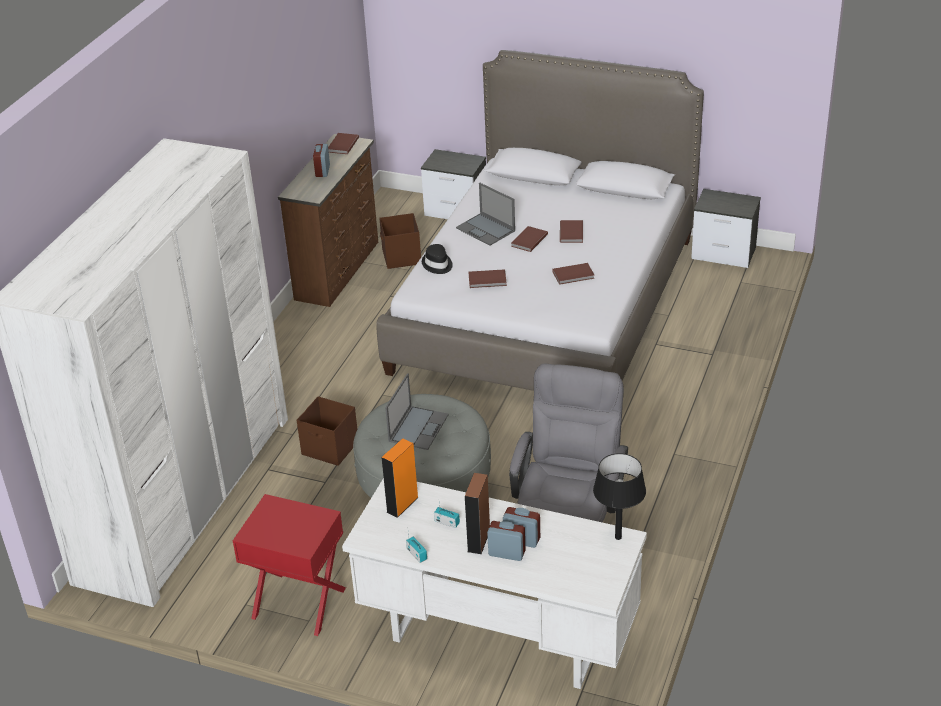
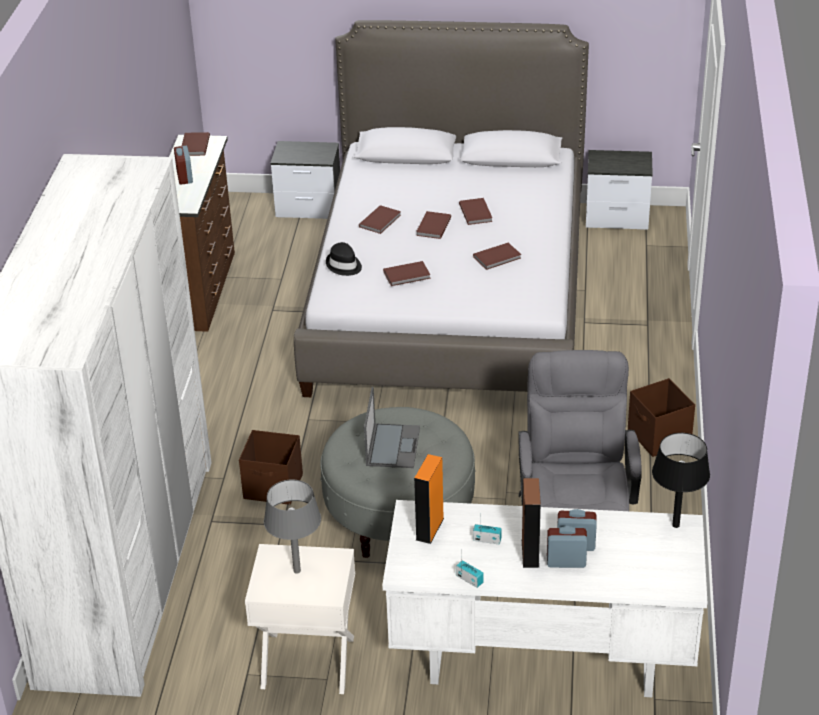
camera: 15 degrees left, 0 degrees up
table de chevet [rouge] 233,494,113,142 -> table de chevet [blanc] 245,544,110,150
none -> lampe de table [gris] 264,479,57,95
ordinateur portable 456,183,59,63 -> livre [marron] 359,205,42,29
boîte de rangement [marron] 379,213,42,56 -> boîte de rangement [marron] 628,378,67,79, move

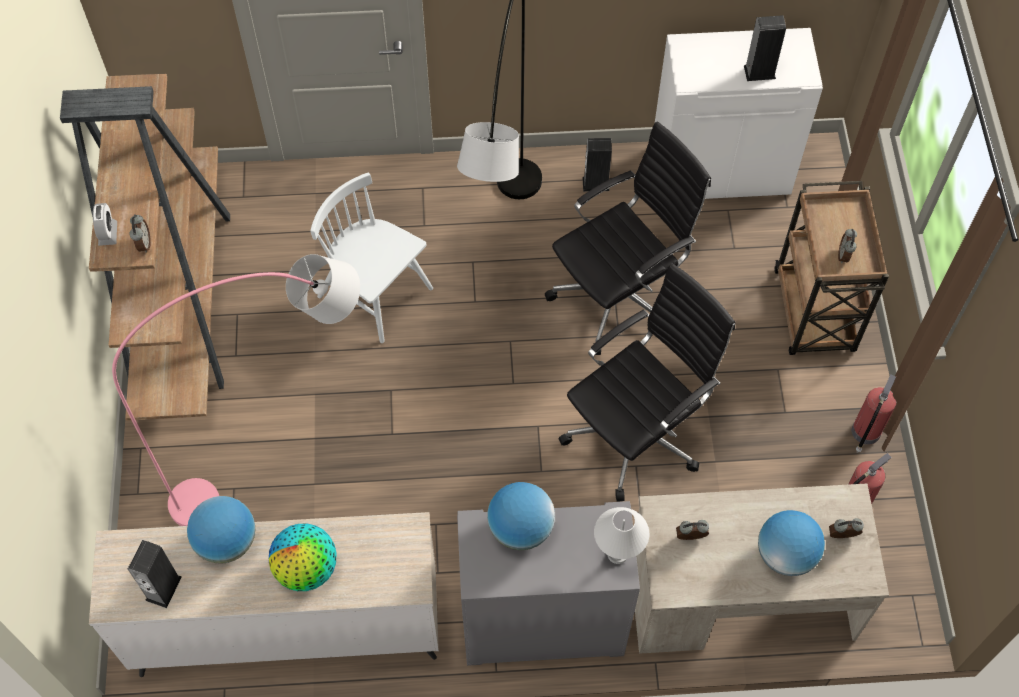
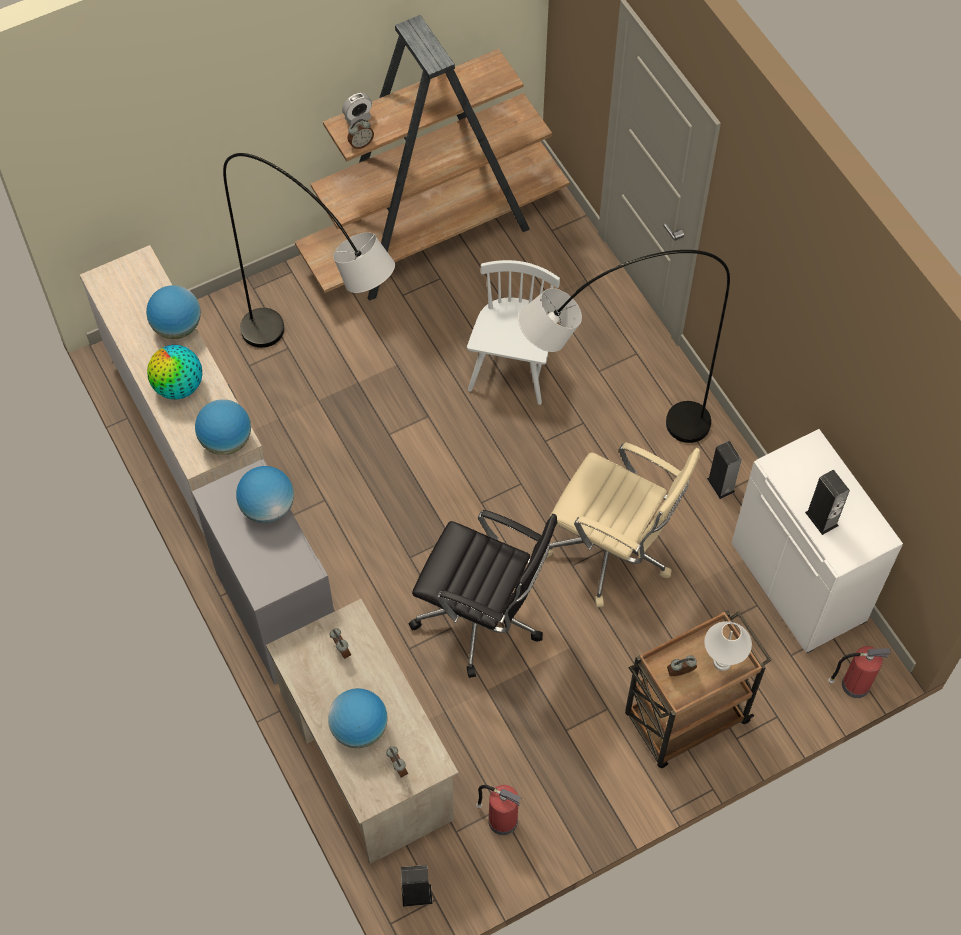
camera: 65 degrees right, 0 degrees up
none -> globe 195,399,56,56
lampadaire [rose] 112,254,248,272 -> lampadaire [gris] 223,153,172,195
enceinte 128,540,54,68 -> enceinte 401,865,32,42, move
chaise de bureau [noir] 545,121,166,234 -> chaise de bureau [beige] 547,442,153,165
lampe de table [blanc] 594,507,55,57 -> lampe de table [blanc] 704,621,48,50, move
extincteur 852,374,44,79 -> extincteur 828,646,62,52, move

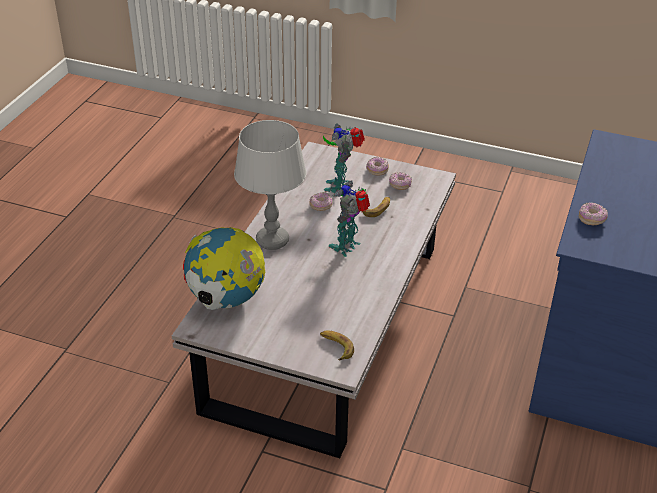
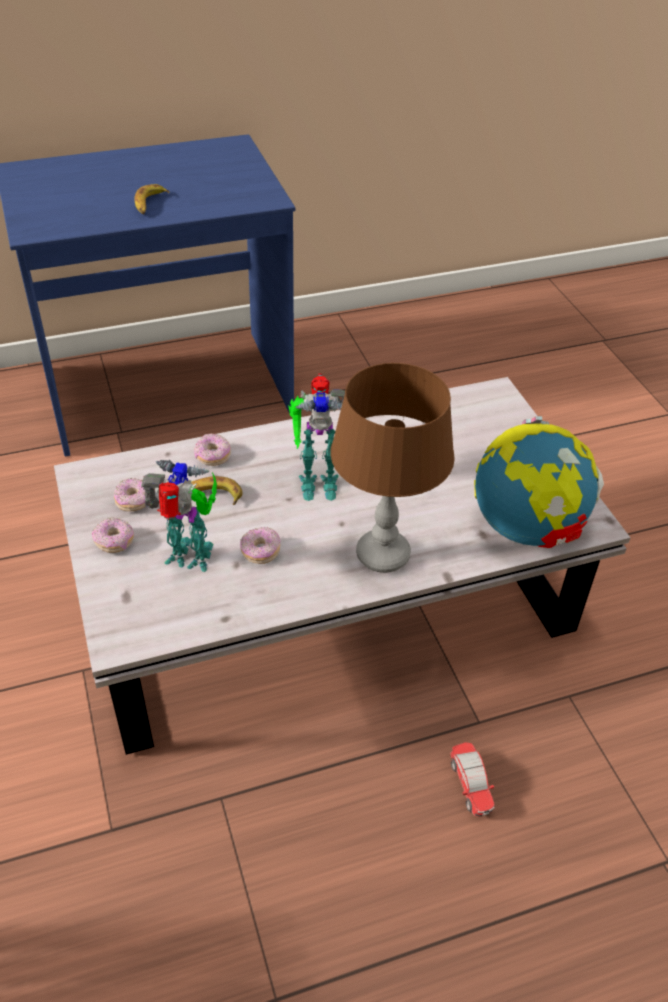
camera: 130 degrees left, 5 degrees up
banane 320,331,34,29 -> banane 134,184,35,31, move
robot jouet 323,123,42,72 -> robot jouet 141,459,76,113, 135 degrees counterclockwise
beignet 579,202,29,23 -> beignet 194,433,37,33, move
lampe de table [gris] 234,120,72,130 -> lampe de table [marron] 330,363,125,210
none -> petite voiture 450,742,44,75

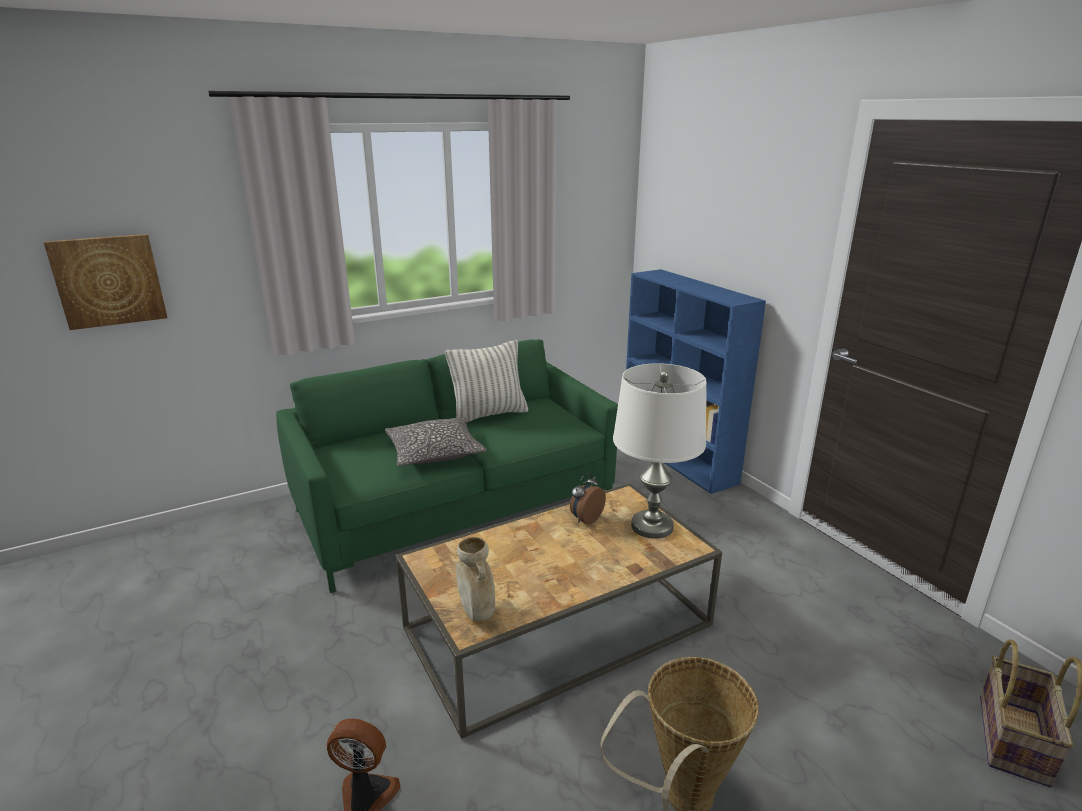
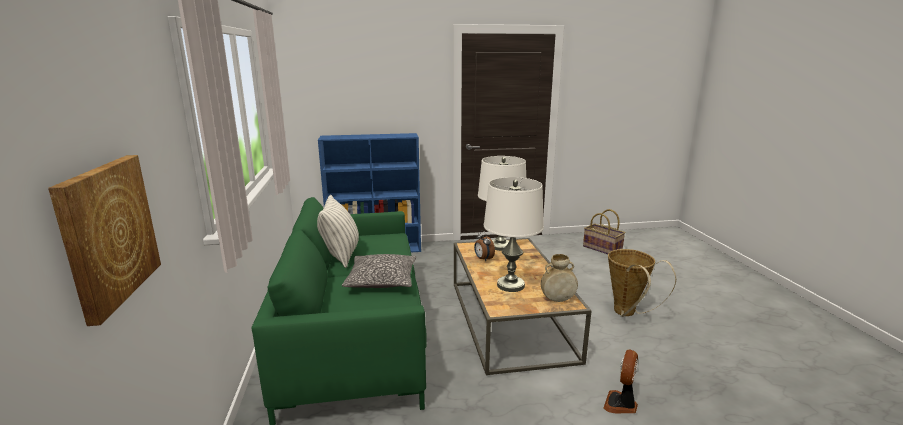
camera: 70 degrees left, 5 degrees down
none -> lampe de table [blanc] 484,177,60,115

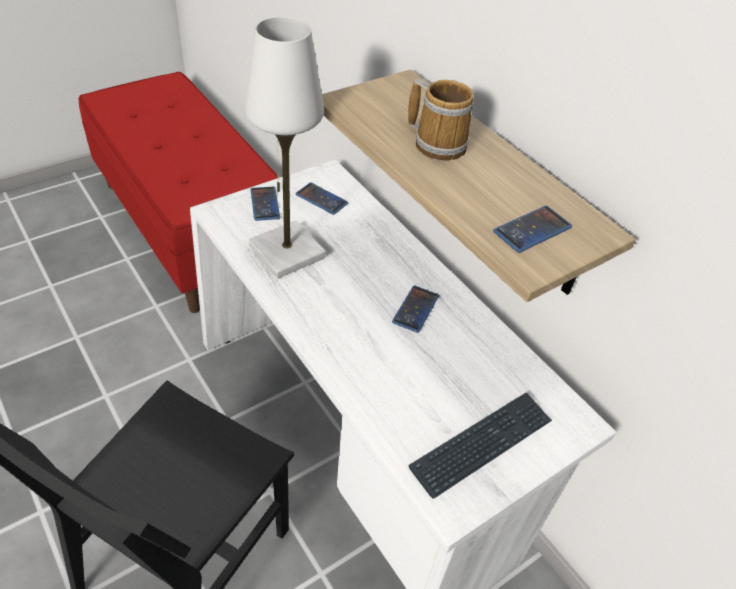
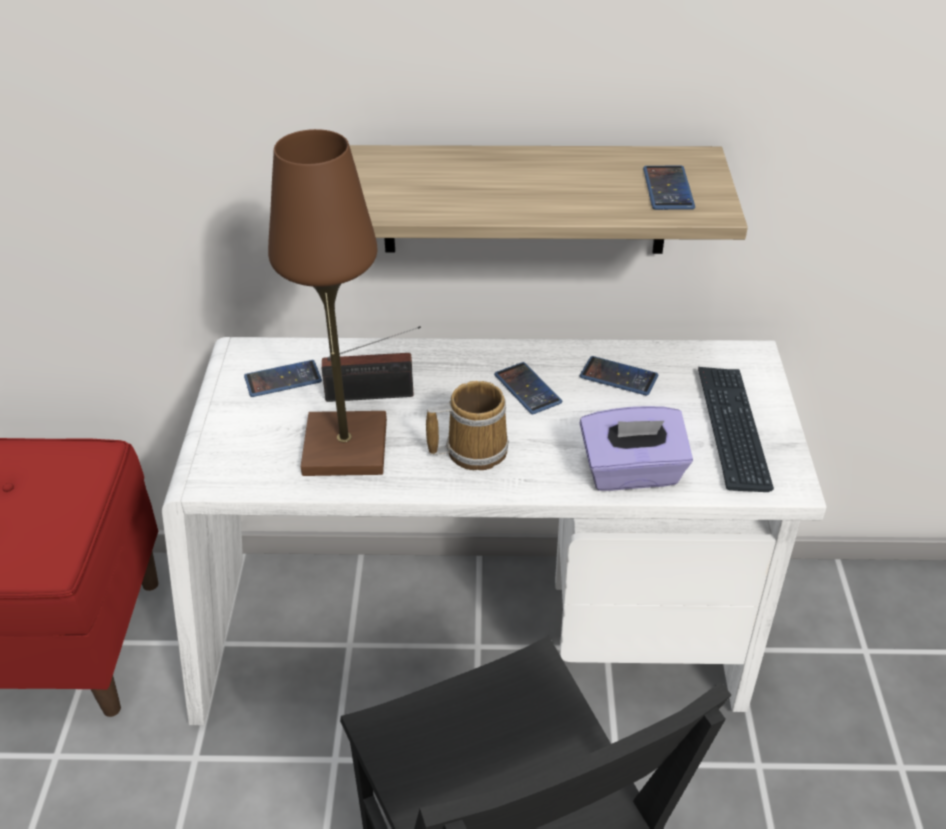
camera: 50 degrees left, 5 degrees down
lampe de table [blanc] 245,17,81,262 -> lampe de table [marron] 268,129,119,347
none -> radio 322,326,99,76
mug 408,79,66,82 -> mug 426,381,83,89, move
téléphone 250,187,30,34 -> téléphone 580,356,78,40, move
none -> boîte à mouchoirs [violet] 580,406,113,85

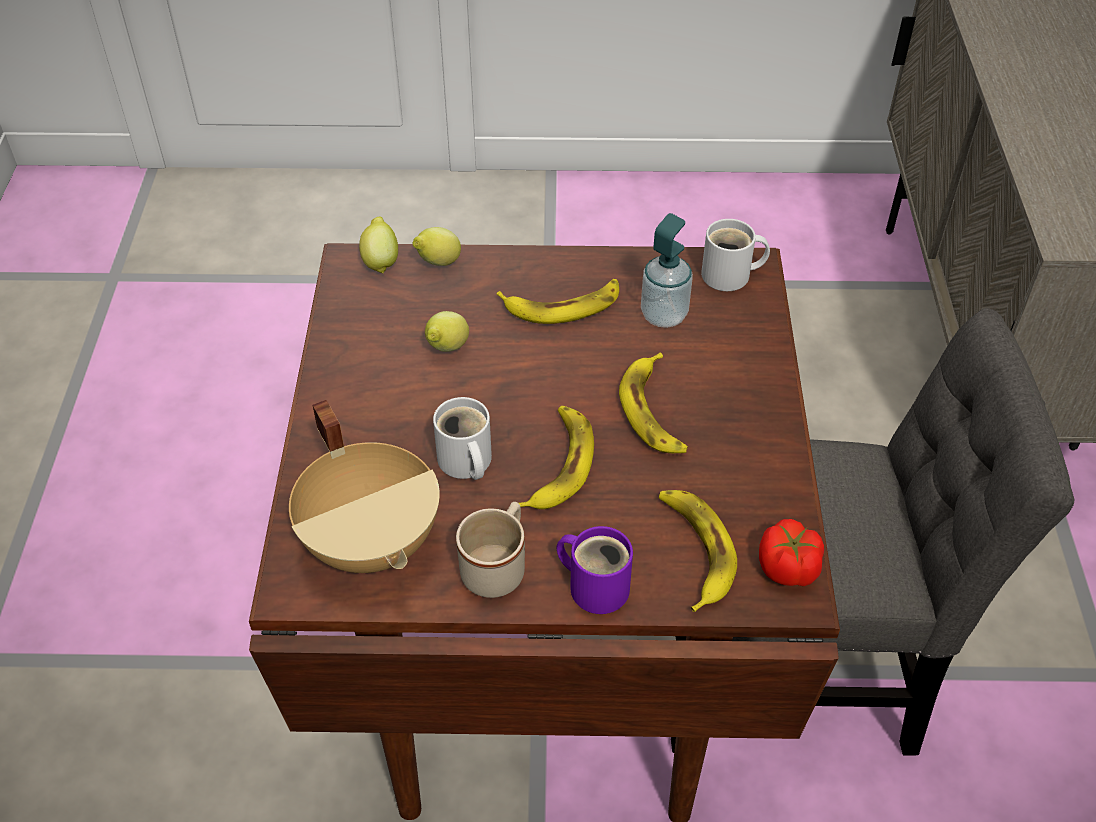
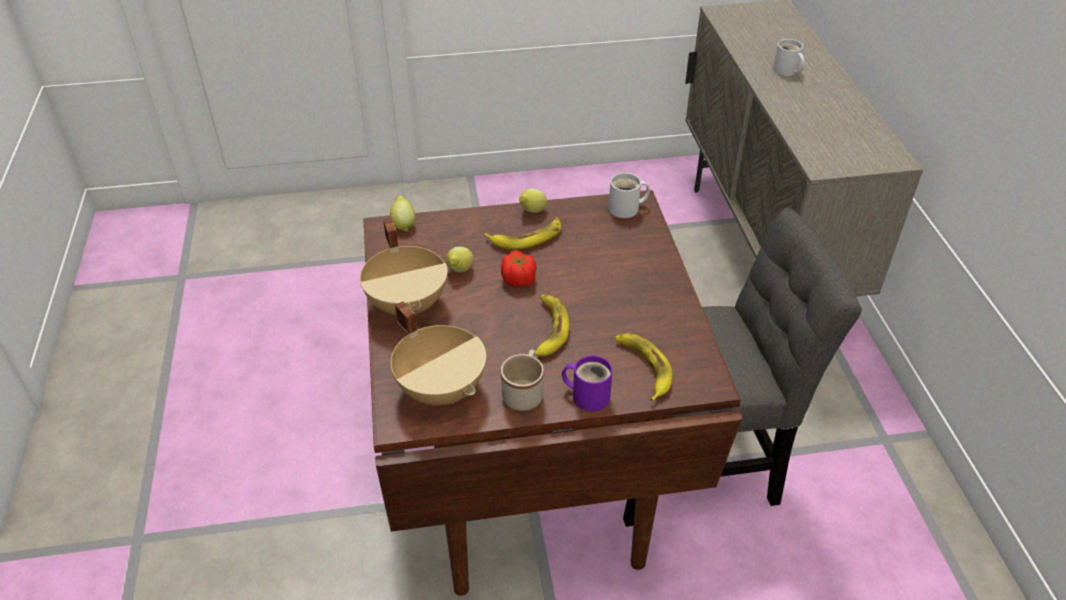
camera: 10 degrees left, 5 degrees down
none -> marmite [beige] 360,218,88,97
tomate 759,519,65,67 -> tomate 501,250,35,37, move
citron 413,227,48,39 -> citron 519,188,28,25, move
mug [blanc] 433,397,59,83 -> mug [blanc] 773,39,32,37, move
banane 619,352,69,101 -> none
distributeur de savon 641,213,52,115 -> none

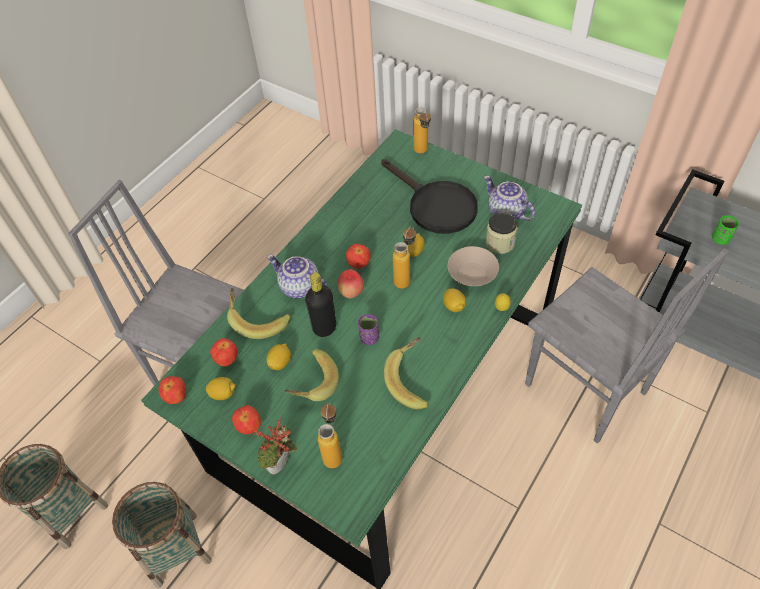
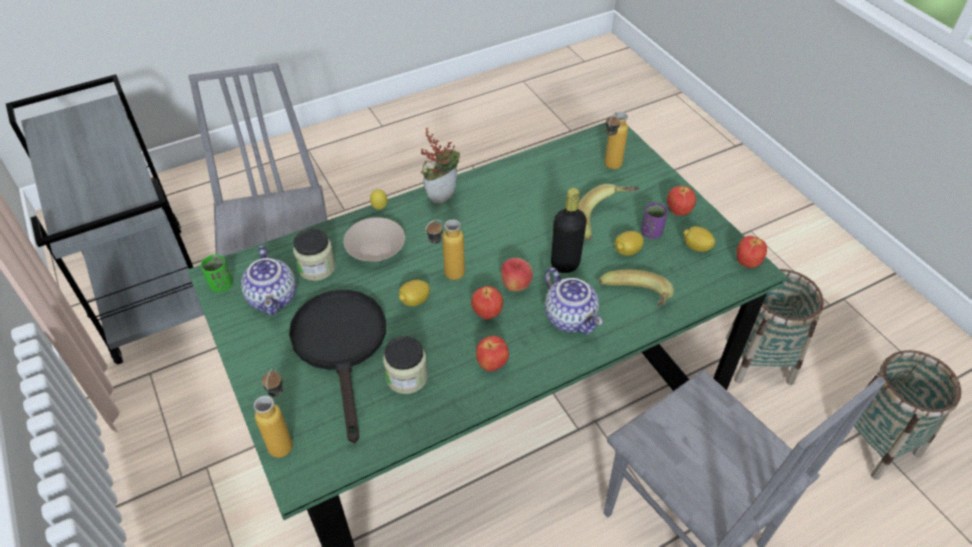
camera: 155 degrees left, 5 degrees down
tasse [vert] 712,215,27,30 -> tasse [vert] 201,254,32,38, move
none -> bocal 383,336,45,58
plante en pot 254,419,43,56 -> plante en pot 421,128,39,76, move
pomme 210,338,27,28 -> pomme 476,336,33,36, move
tasse [violet] 358,314,21,31 -> tasse [violet] 641,203,27,36, move
banane 384,337,45,72 -> none
citron 443,288,23,24 -> none

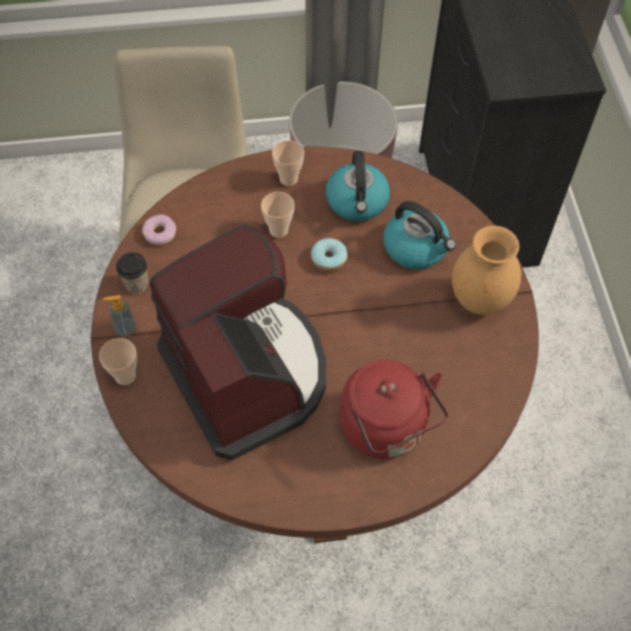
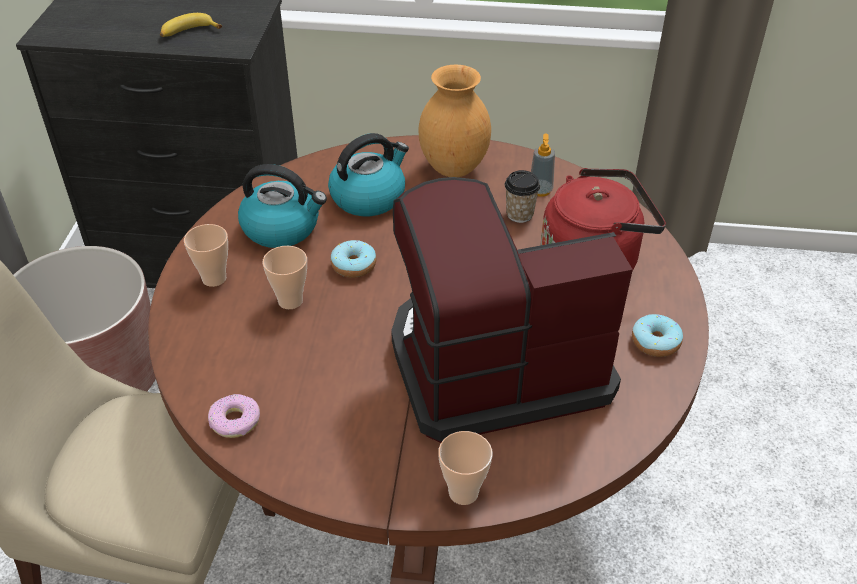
camera: 75 degrees left, 15 degrees down
none -> banane 160,13,62,24
tasse 116,252,32,42 -> tasse 505,170,35,53, move
distributeur de savon 103,295,33,42 -> distributeur de savon 531,133,24,64, move
none -> beignet 632,314,51,43

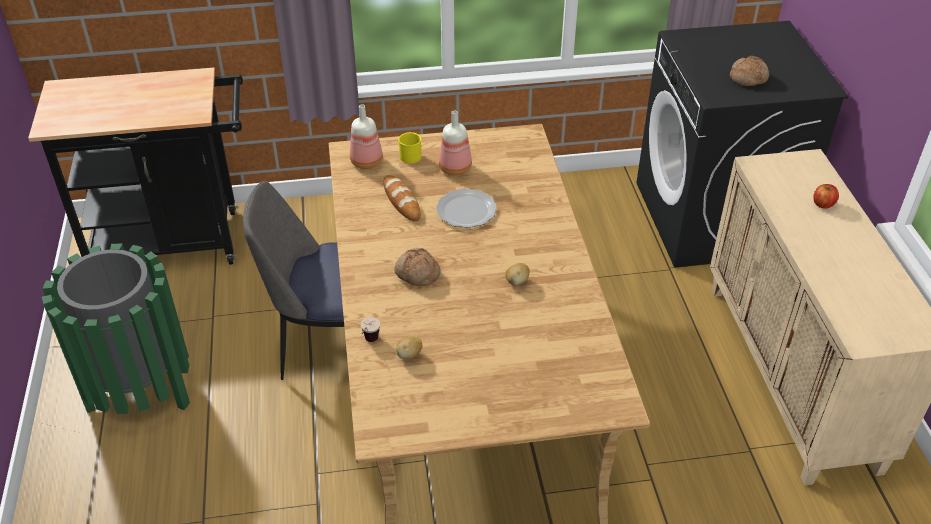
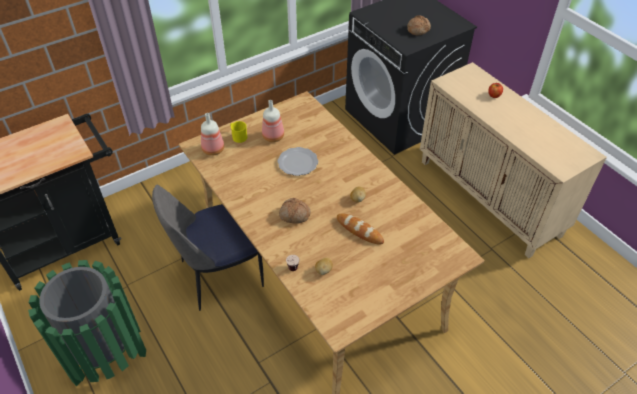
camera: 25 degrees left, 5 degrees up
pain 383,175,38,47 -> pain 337,214,47,31, move

